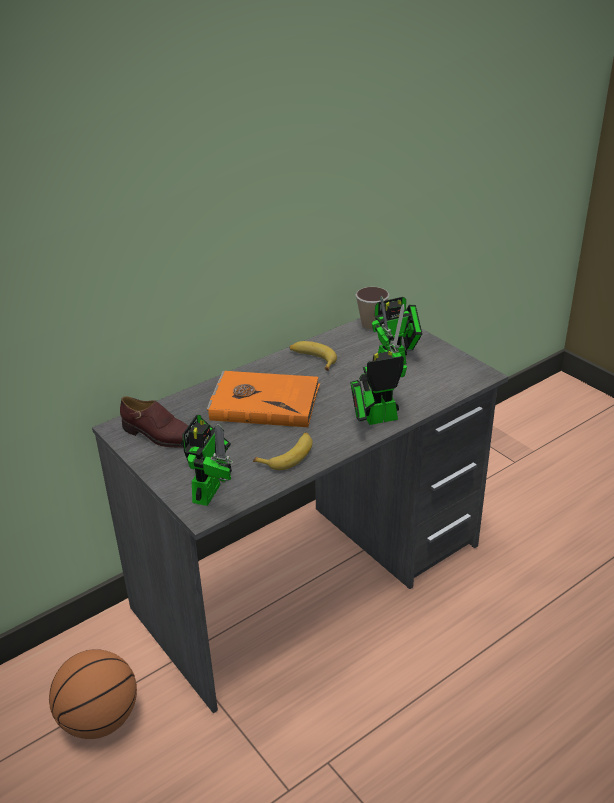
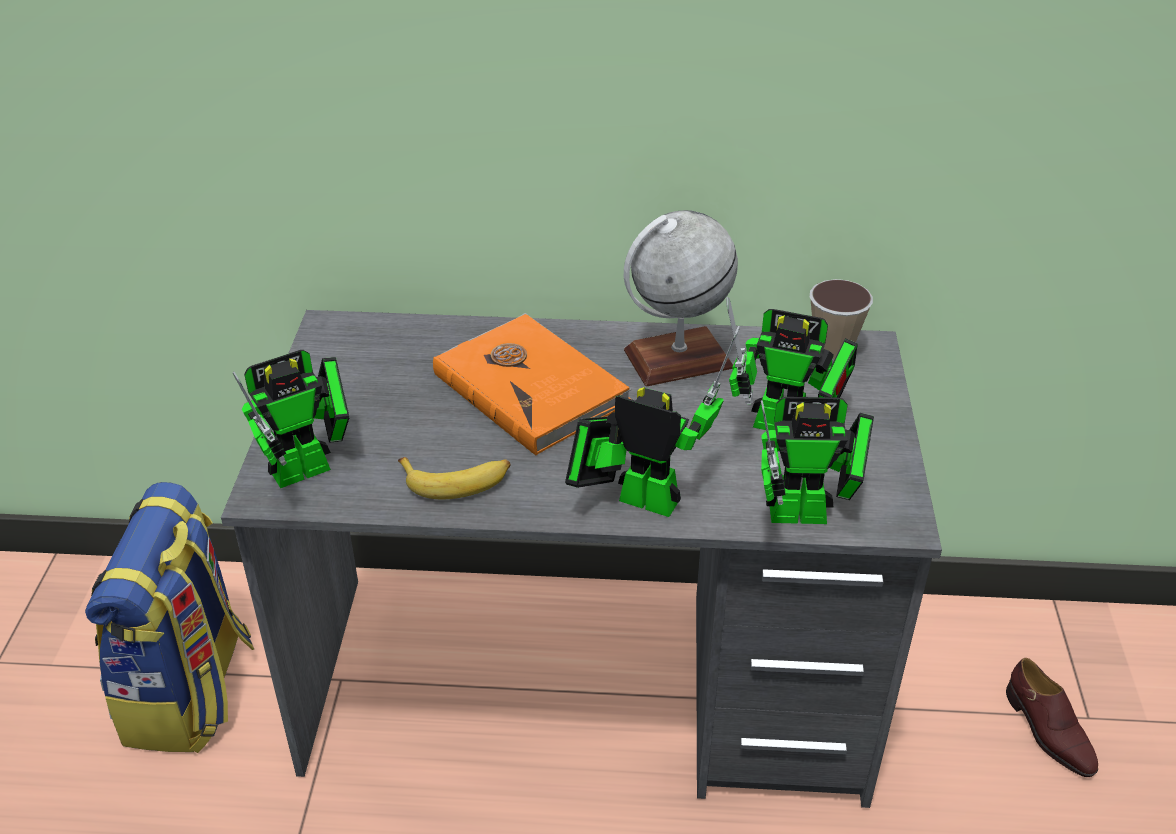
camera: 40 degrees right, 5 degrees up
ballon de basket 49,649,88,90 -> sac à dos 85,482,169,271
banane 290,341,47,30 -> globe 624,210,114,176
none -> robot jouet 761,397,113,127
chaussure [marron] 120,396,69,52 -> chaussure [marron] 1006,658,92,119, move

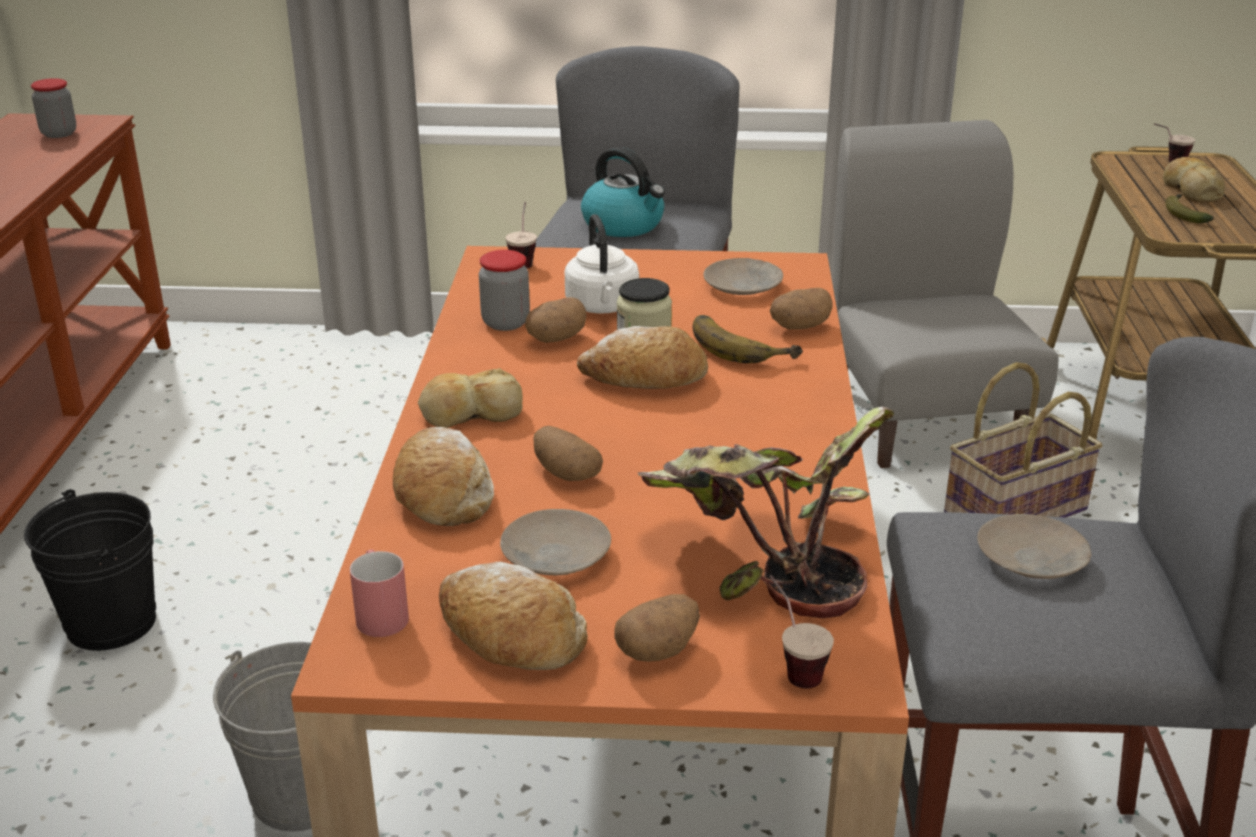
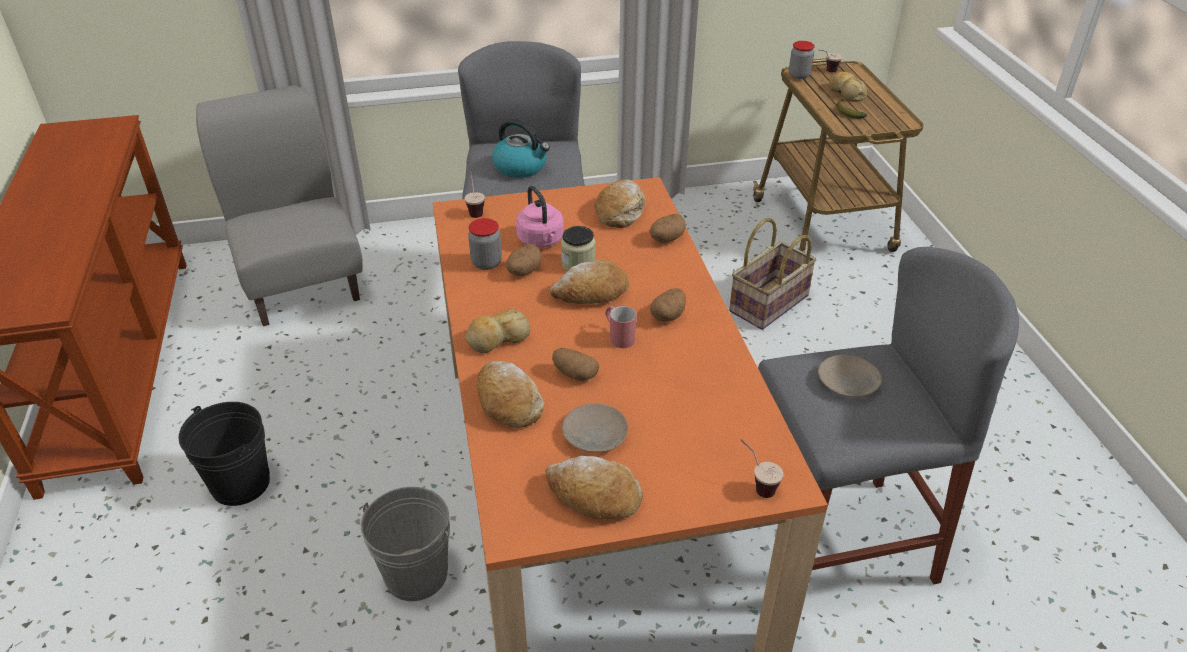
camera: 15 degrees left, 10 degrees up
chaise [gris] 833,120,226,348 -> chaise [gris] 196,85,167,241, move
bouilloire [blanc] 565,214,74,100 -> bouilloire [rose] 516,185,48,63
assiette [beige] 704,258,79,37 -> pain 594,179,51,49
mug [rouge] 350,549,59,88 -> mug [rouge] 605,306,32,42, move
pomme de terre 615,594,85,68 -> pomme de terre 650,288,36,34, move
bocal 31,78,45,60 -> bocal 789,41,26,38, move
plante en pot 638,407,256,212 -> none
banane 693,315,110,49 -> none

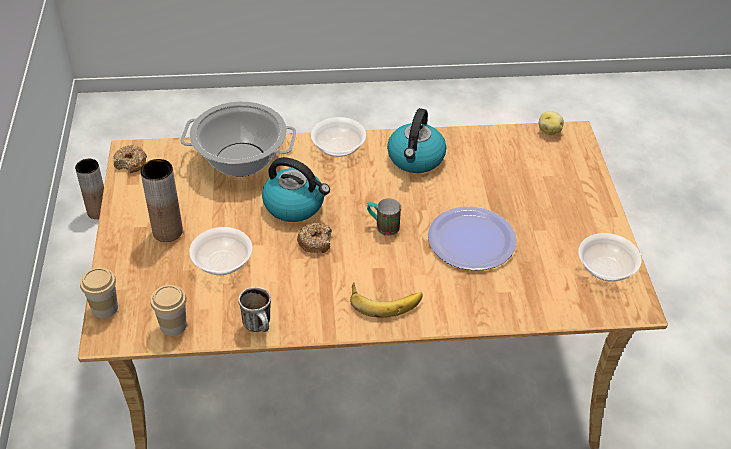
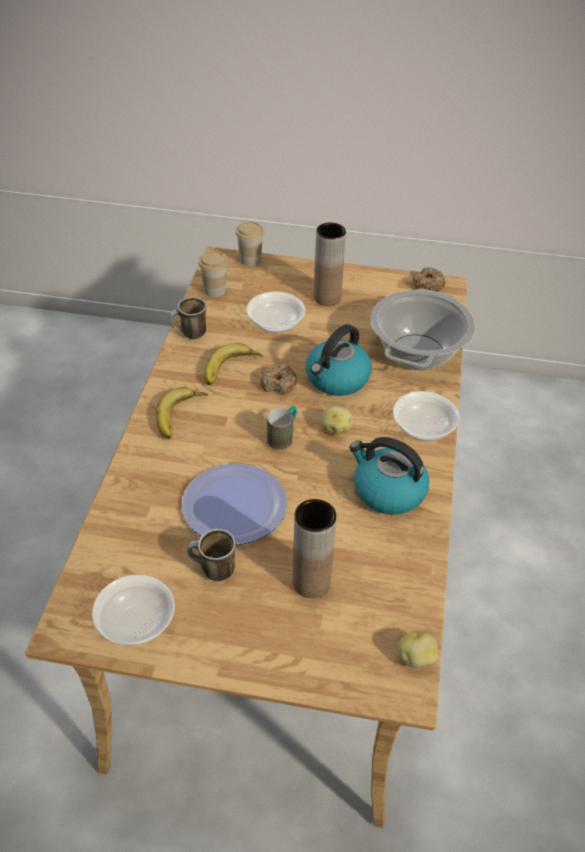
camera: 105 degrees right, 0 degrees up
none -> mug 187,529,48,52
none -> banane 204,343,59,42
vase [marron] 75,159,29,60 -> vase [marron] 292,499,44,99, move
none -> pomme de terre 322,406,30,29

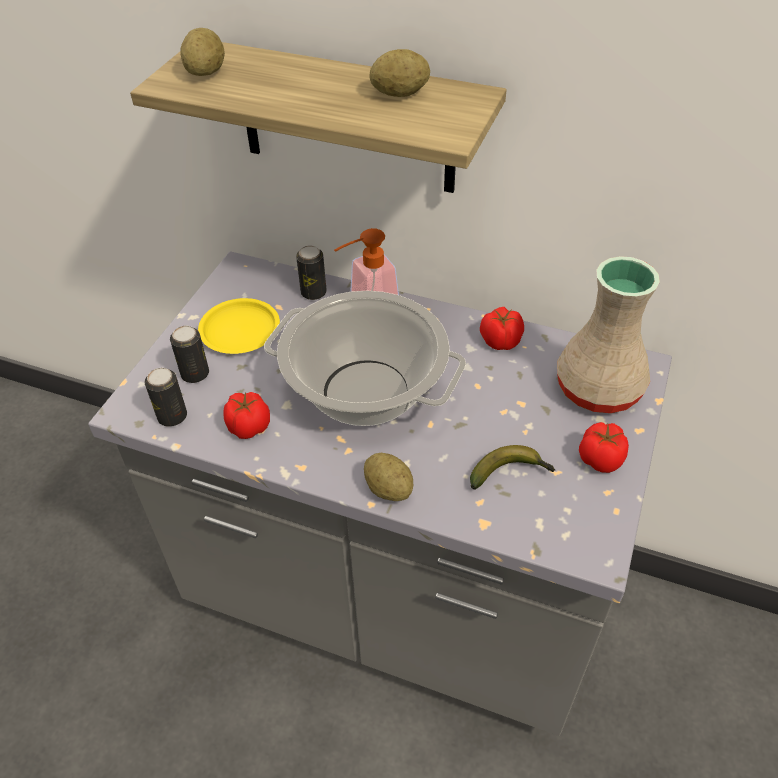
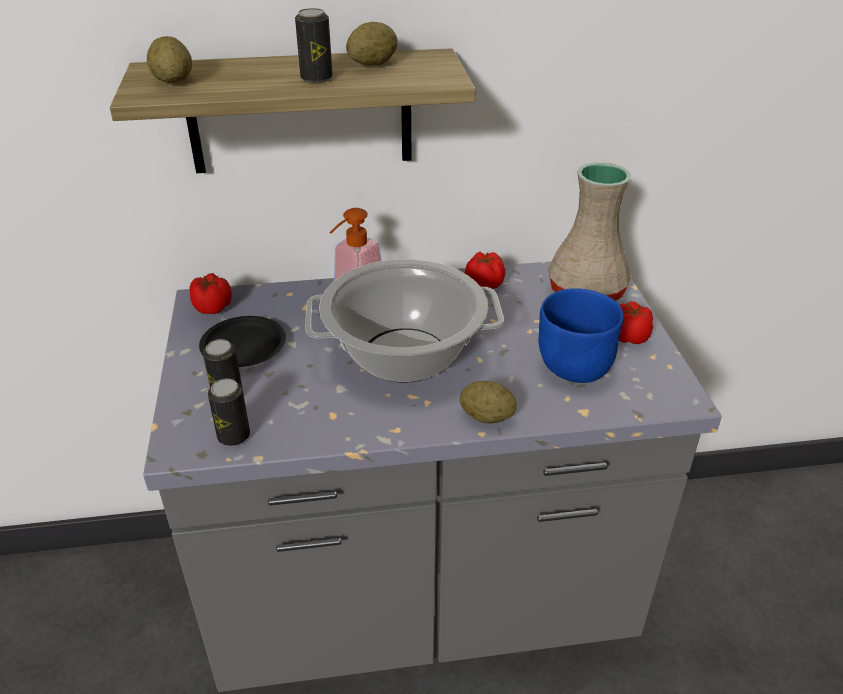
camera: 30 degrees left, 10 degrees down
tomate 224,392,46,47 -> tomate 190,273,42,41, move
assiette [jaune] 198,298,82,56 -> assiette [noir] 199,316,87,51
boîte métallique 296,246,31,54 -> boîte métallique 295,8,38,75, move
banane 470,445,85,45 -> bol [bleu] 538,288,85,95

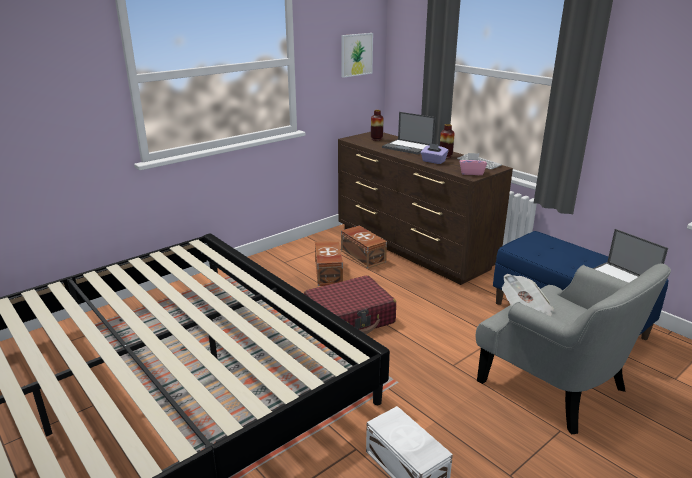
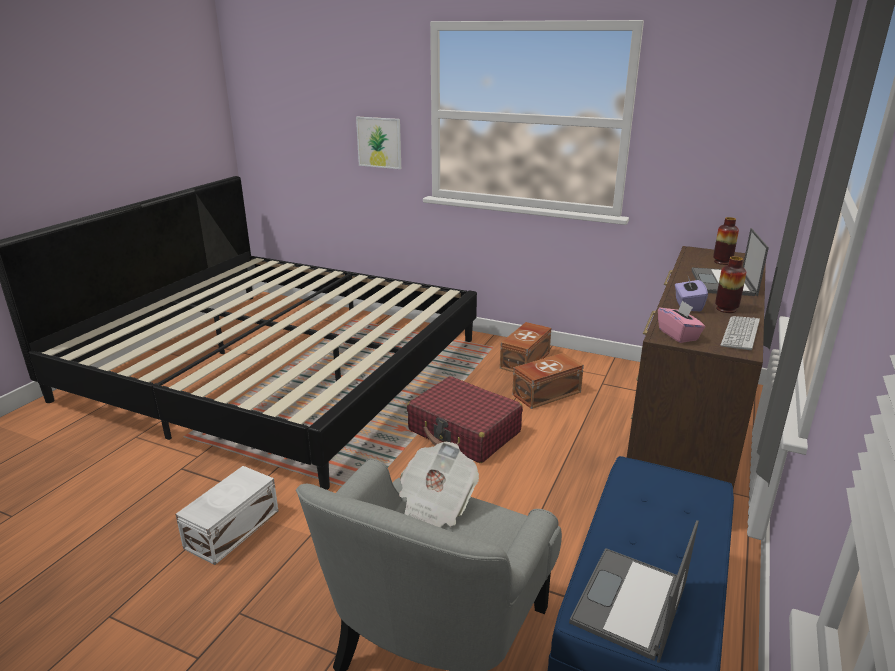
camera: 65 degrees right, 0 degrees up
tableau 341,33,32,45 -> tableau 356,117,45,52, move
boîte de rangement [marron] 341,226,46,43 -> boîte de rangement [marron] 500,322,51,50, move

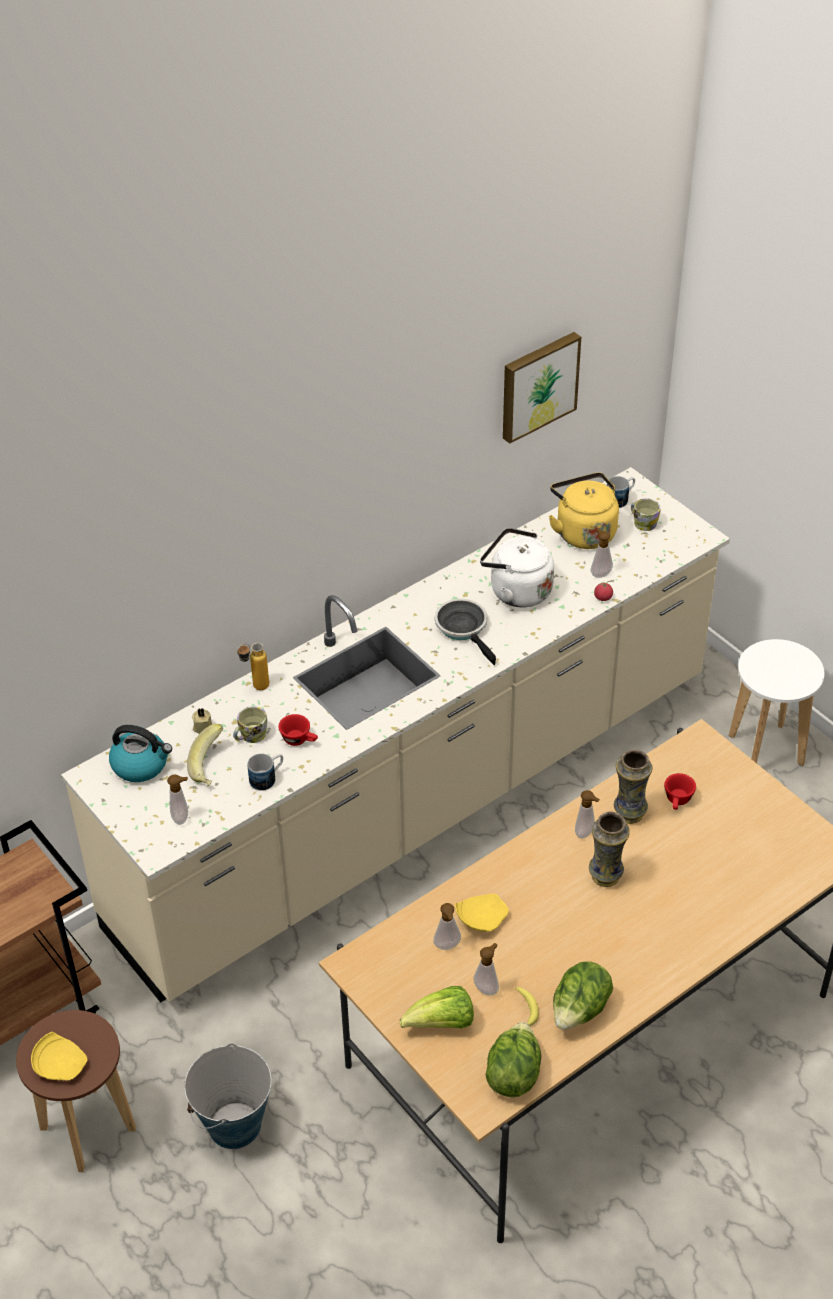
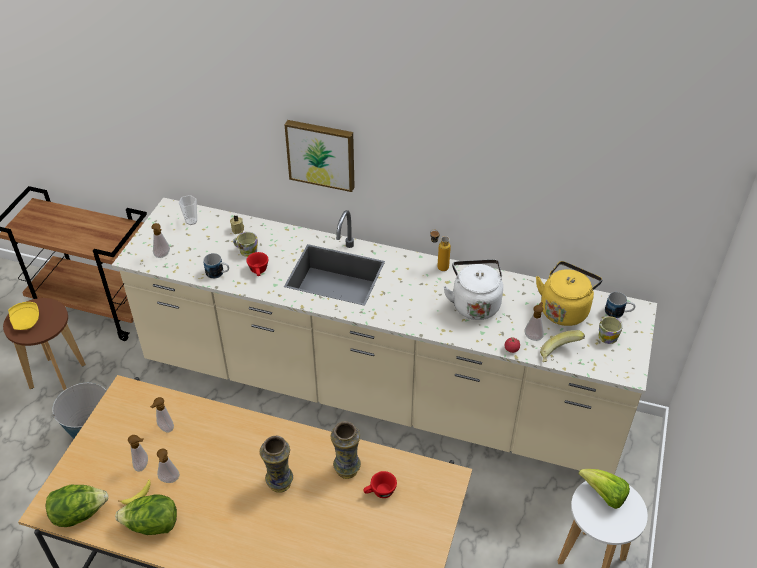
camera: 55 degrees right, 0 degrees up
distributeur de savon 575,790,25,49 -> distributeur de savon 157,448,23,35, move
bouilloire 109,725,63,57 -> tasse 179,195,18,30
tableau 503,332,78,112 -> tableau 284,120,71,72, move
bouteille 237,643,32,47 -> bouteille 430,229,21,42, move
banane 187,724,36,62 -> banane 540,330,45,32, move
laitue 400,986,74,43 -> laitue 579,469,51,40, move
poêle 434,599,62,66 -> none
assiette [jaune] 455,894,54,38 -> none

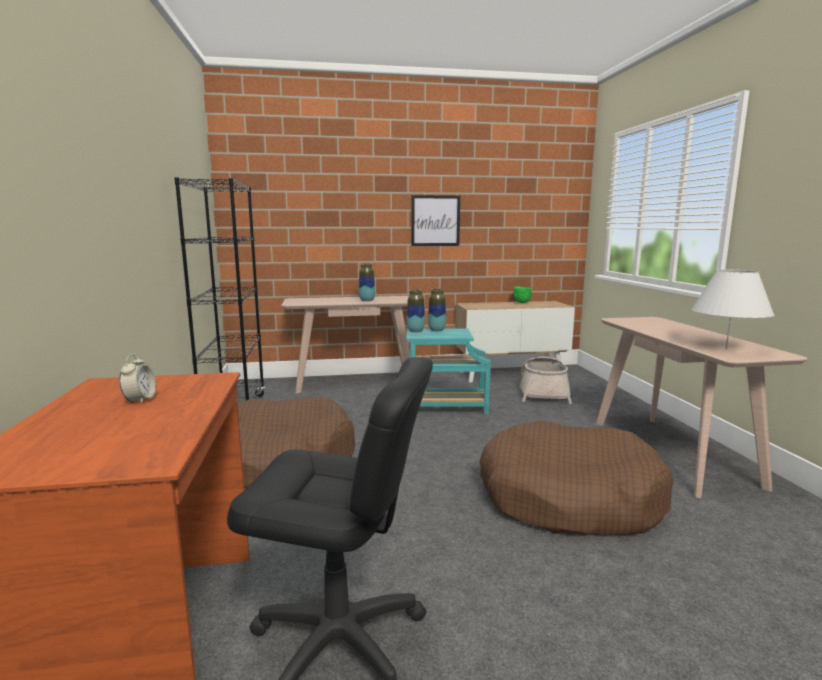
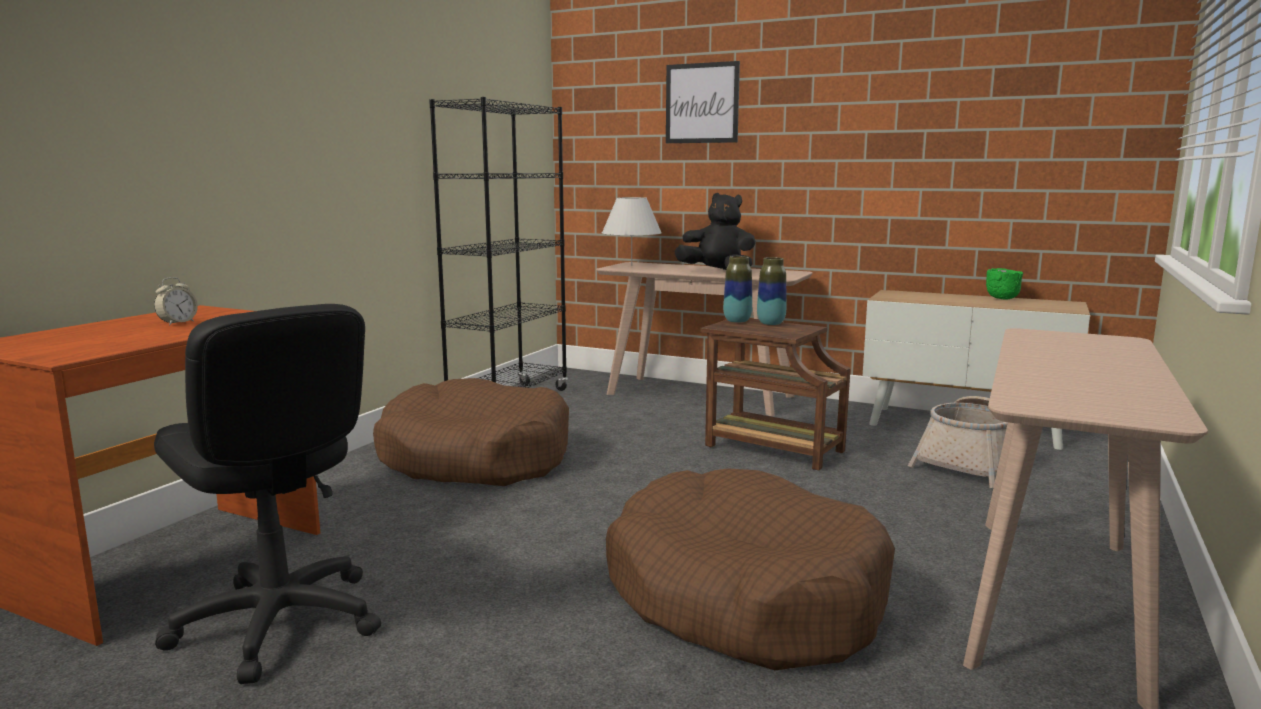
camera: 35 degrees right, 0 degrees up
lampe de table [blanc] 691,270,83,79 -> lampe de table [blanc] 602,197,60,69, move
tableau 411,195,49,51 -> tableau 666,61,74,82, move
vase 359,263,16,38 -> peluche [noir] 674,193,82,77
table d'appoint [turquoise] 406,329,85,85 -> table d'appoint [marron] 700,318,151,152

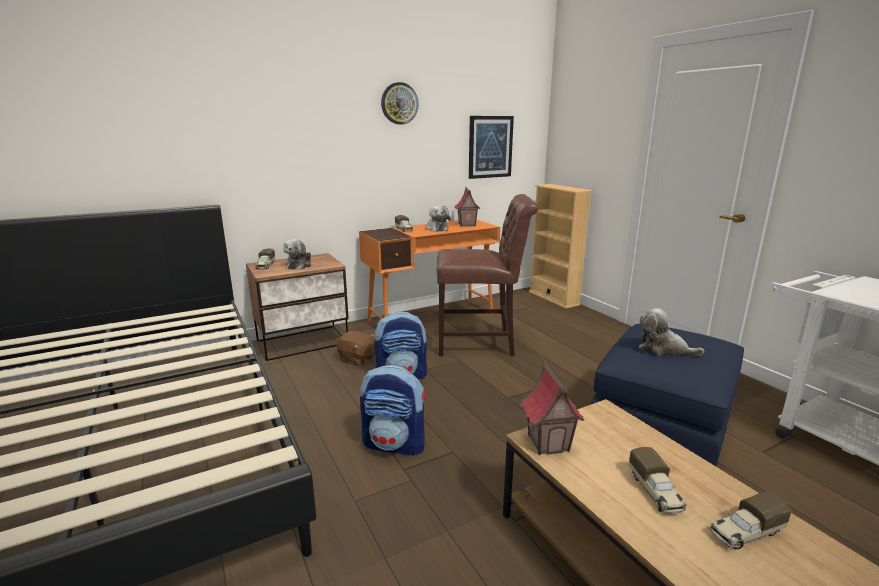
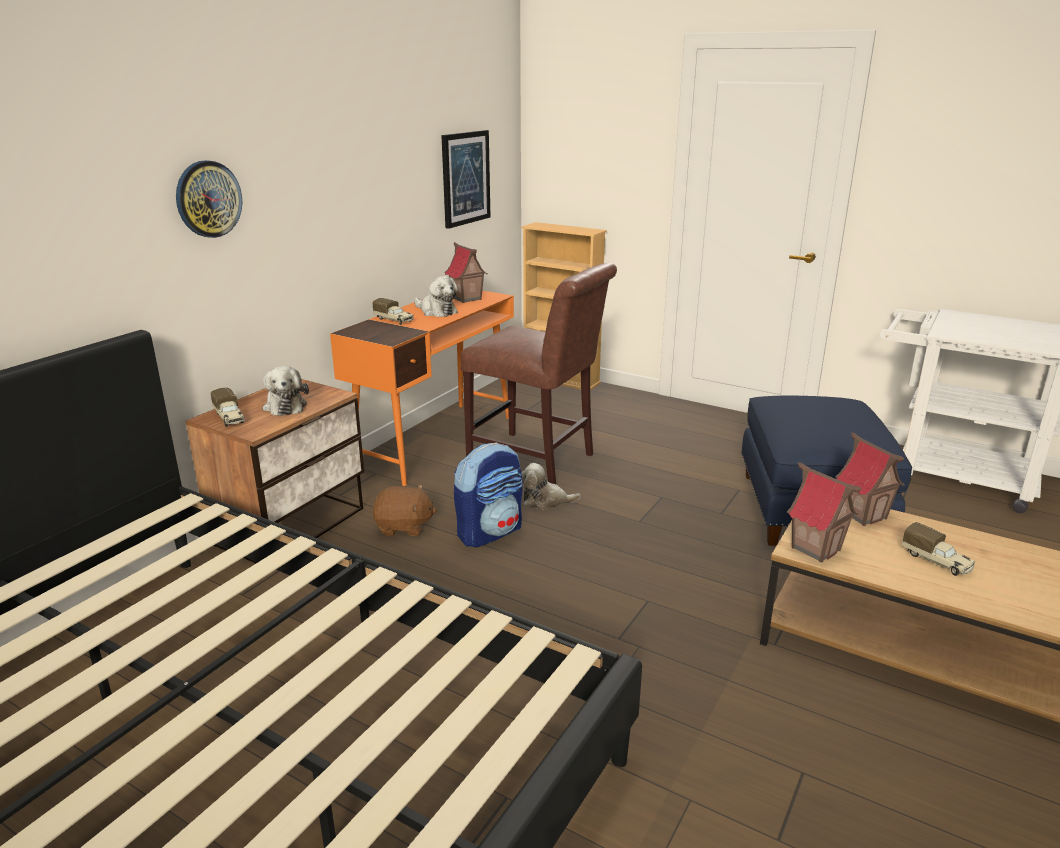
camera: 30 degrees left, 5 degrees up
horloge murale 381,82,38,43 -> horloge murale 176,160,66,78, move
chaise [marron] 437,194,101,162 -> chaise [marron] 461,263,156,221, 60 degrees clockwise
peluche 639,308,65,49 -> peluche 521,463,60,47, move
none -> maison miniature 835,432,70,94
sac à dos 360,365,67,91 -> none
camion jouet 710,492,82,57 -> none

